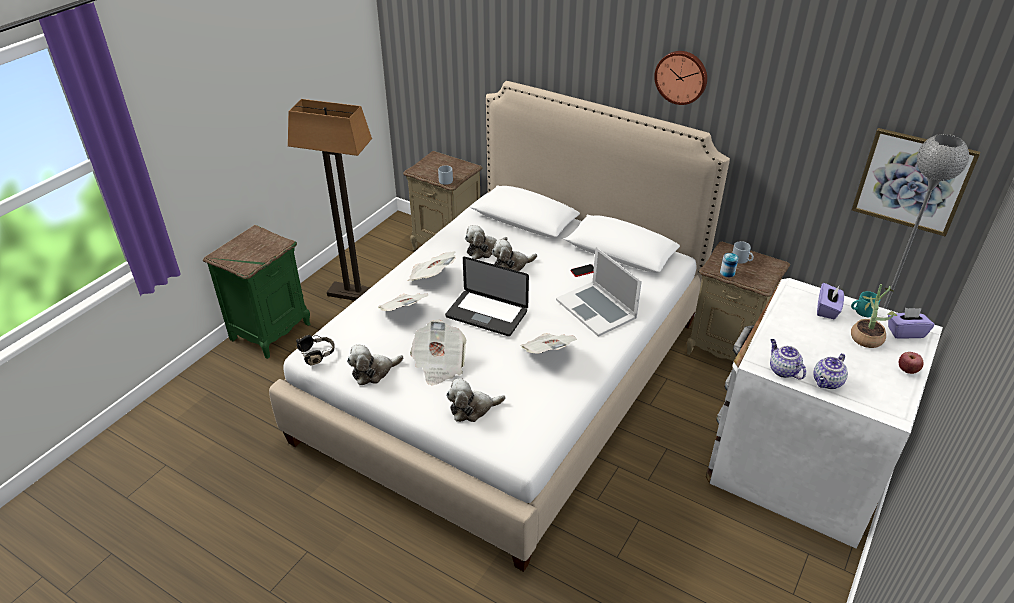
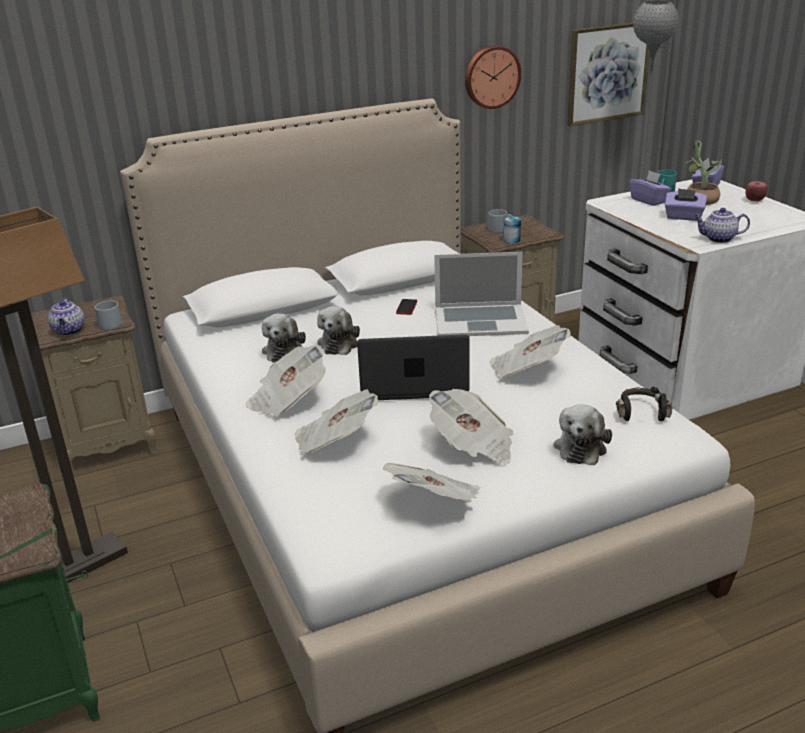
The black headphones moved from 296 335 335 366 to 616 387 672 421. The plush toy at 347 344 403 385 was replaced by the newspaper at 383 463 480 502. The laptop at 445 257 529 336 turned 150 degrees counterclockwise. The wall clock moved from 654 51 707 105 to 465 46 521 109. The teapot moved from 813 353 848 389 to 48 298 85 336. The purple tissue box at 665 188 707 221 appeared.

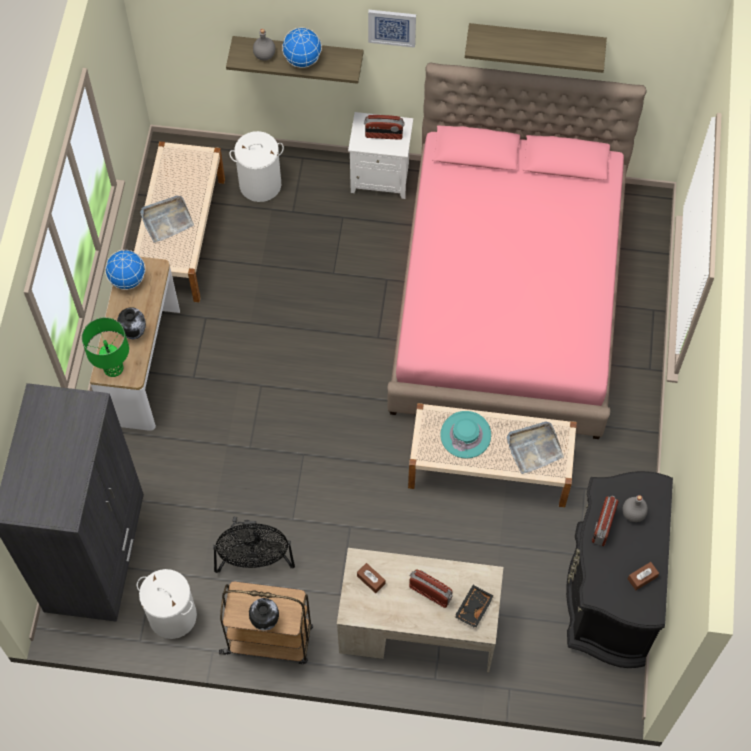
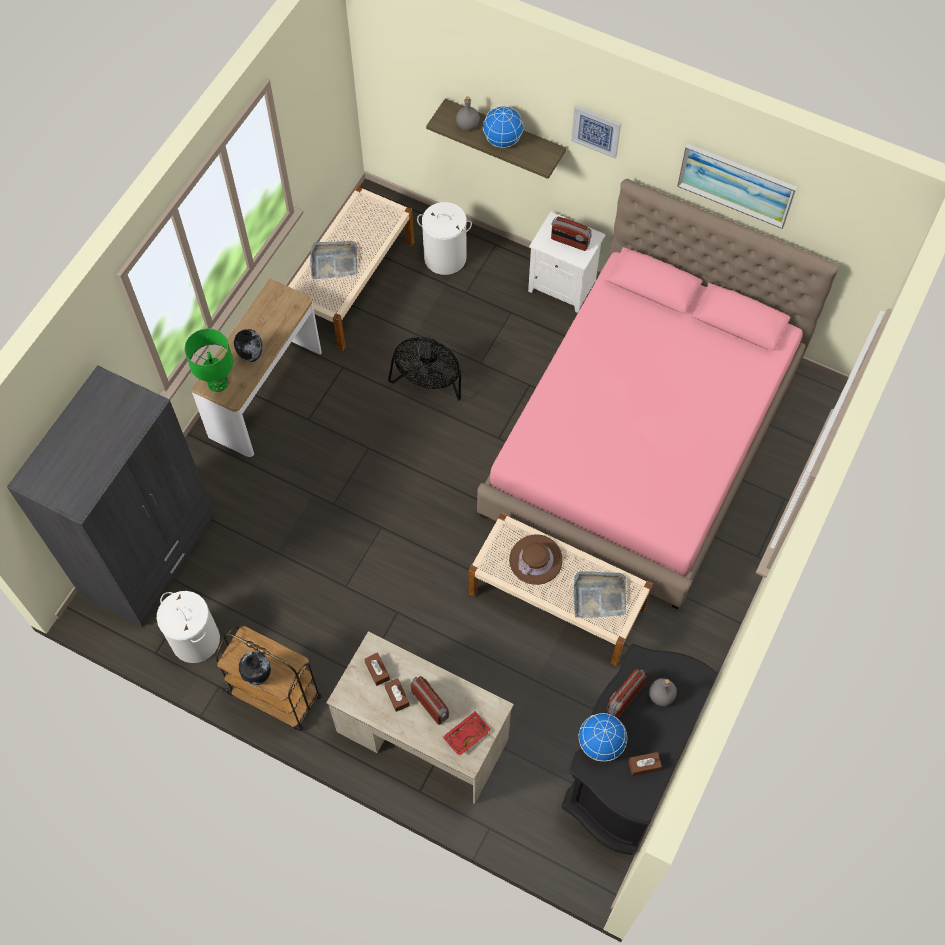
The globe moved from 105 250 145 290 to 579 713 627 761. The black fan moved from 213 517 295 573 to 388 336 462 401. The turquoise hat at 440 411 491 458 became the brown hat at 509 534 563 585. The black tray at 454 585 494 628 became the red tray at 443 711 492 756. The shelf at 465 23 607 73 was replaced by the picture at 677 143 797 229. The brown tissue box at 385 678 409 712 appeared.

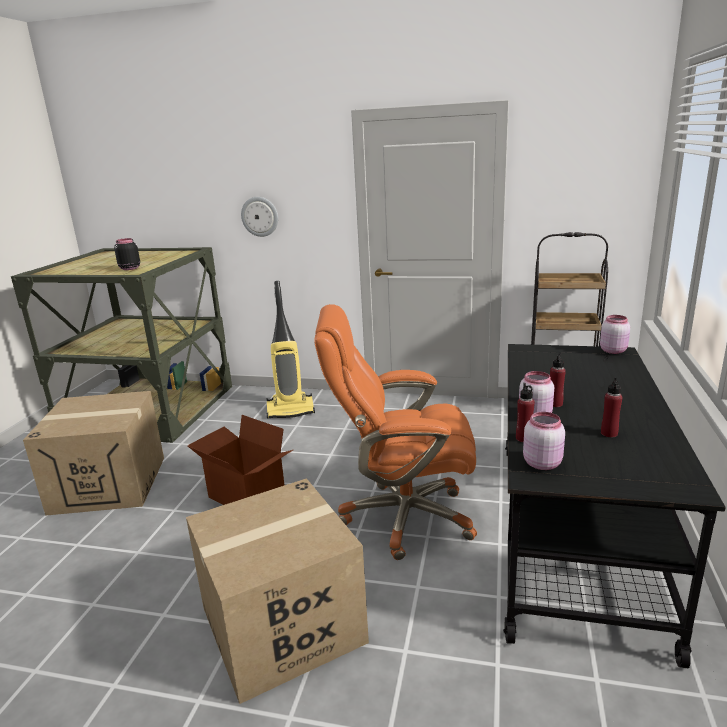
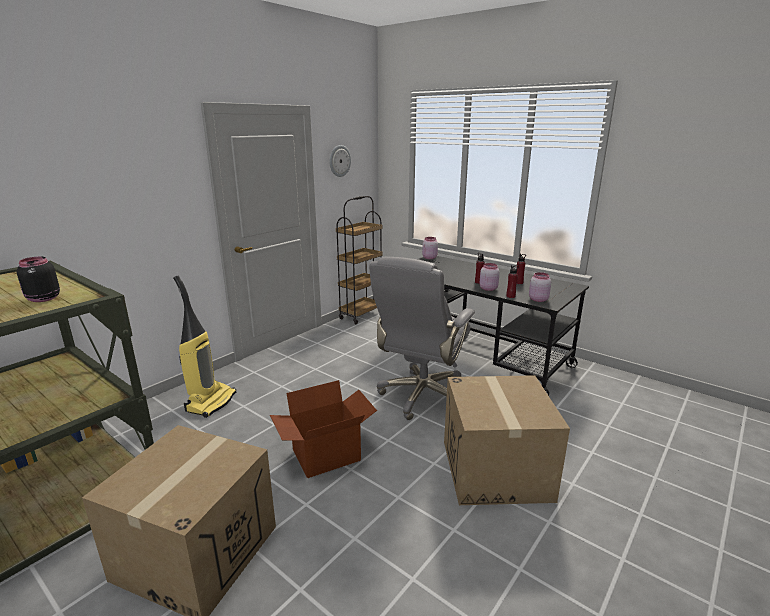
The wall clock moved from 241 197 278 237 to 329 145 351 177. The orange office chair at 314 304 477 560 became the grey office chair at 369 257 475 420.

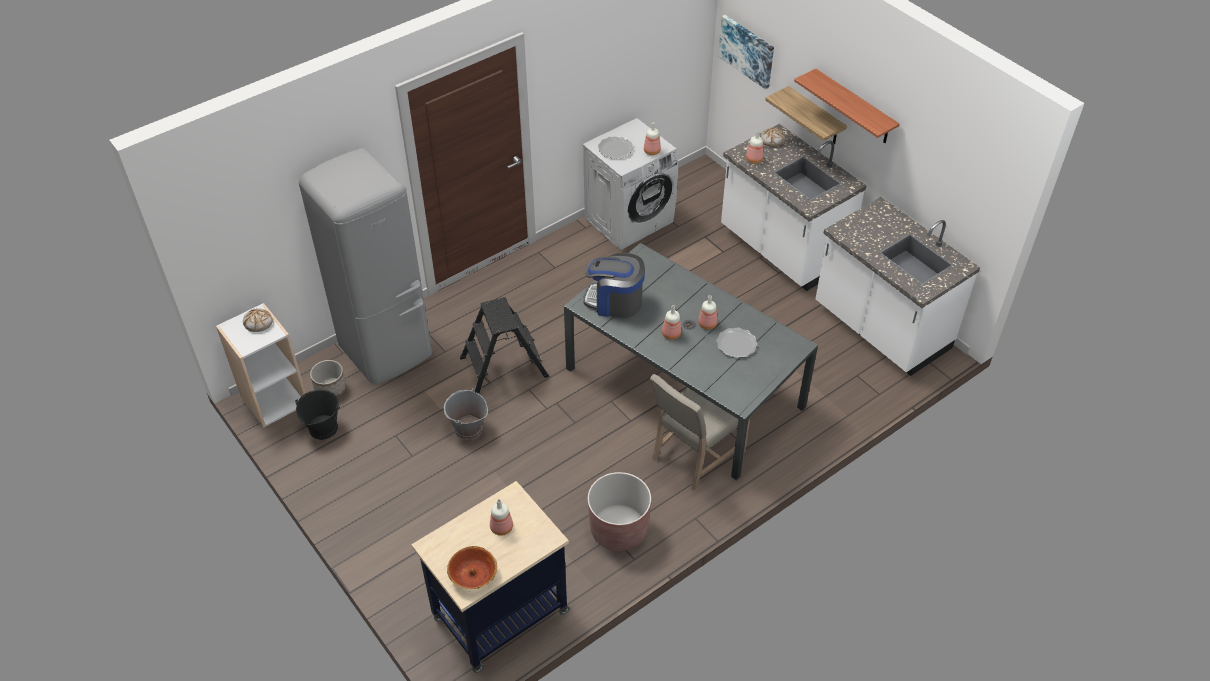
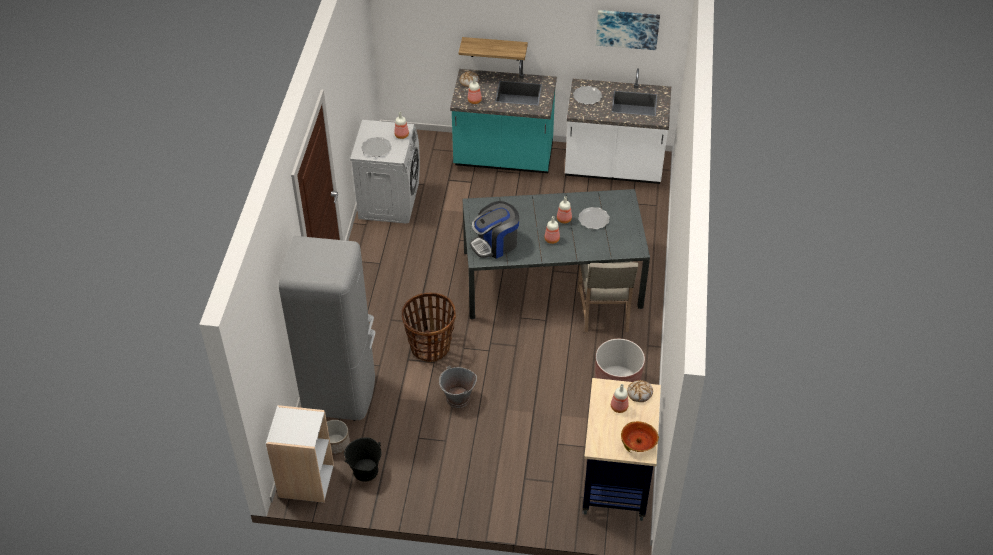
The bread moved from 243 308 273 332 to 627 380 653 402. The black step ladder at 460 297 549 394 was replaced by the basket at 402 293 456 362. The picture moved from 718 15 774 90 to 596 10 660 50. The white counter at 721 124 866 291 became the turquoise counter at 450 60 557 173. The shelf at 794 68 900 143 disappeared. The plate at 573 86 602 105 appeared.

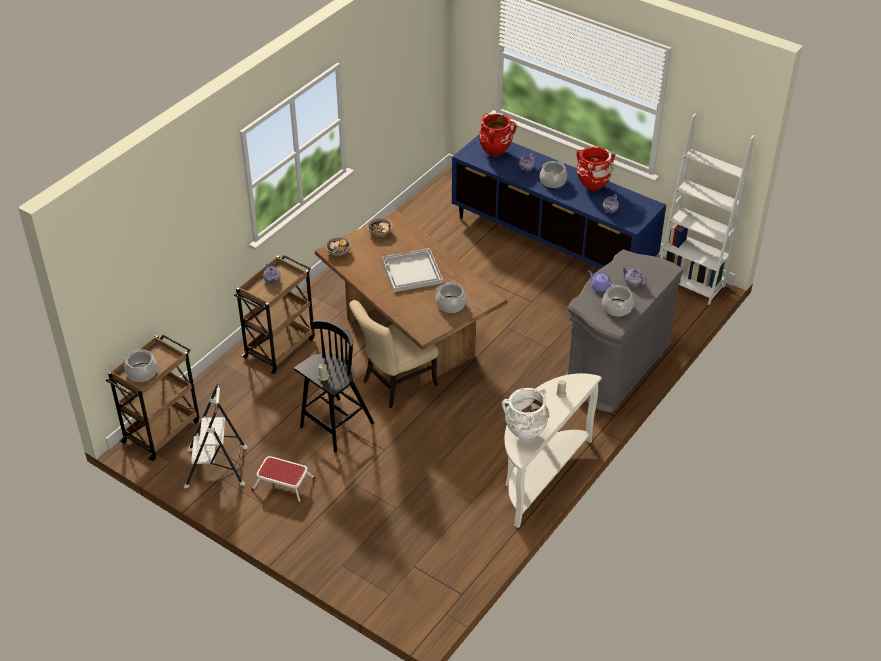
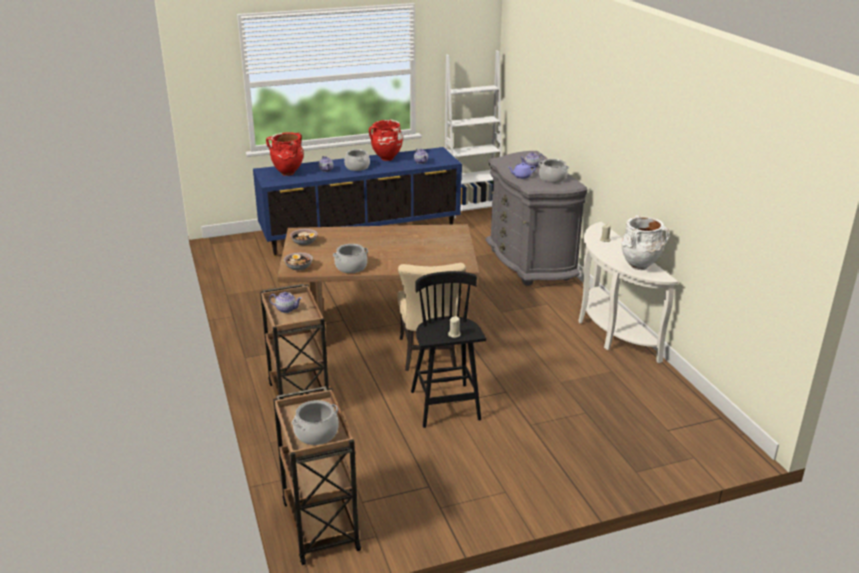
The white step ladder at 184 384 247 488 disappeared. The red step ladder at 251 456 316 505 disappeared. The white tray at 382 248 443 292 disappeared. The cooking pot moved from 436 282 466 313 to 333 244 368 273.

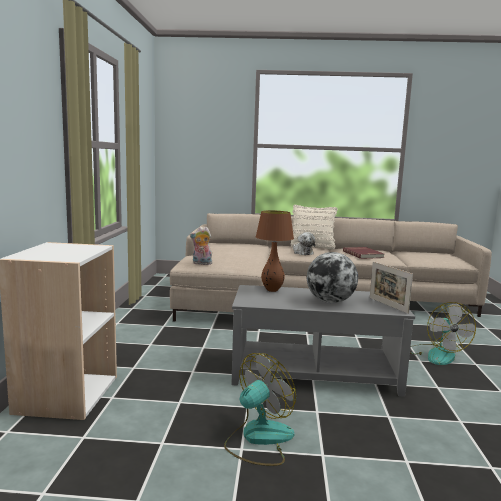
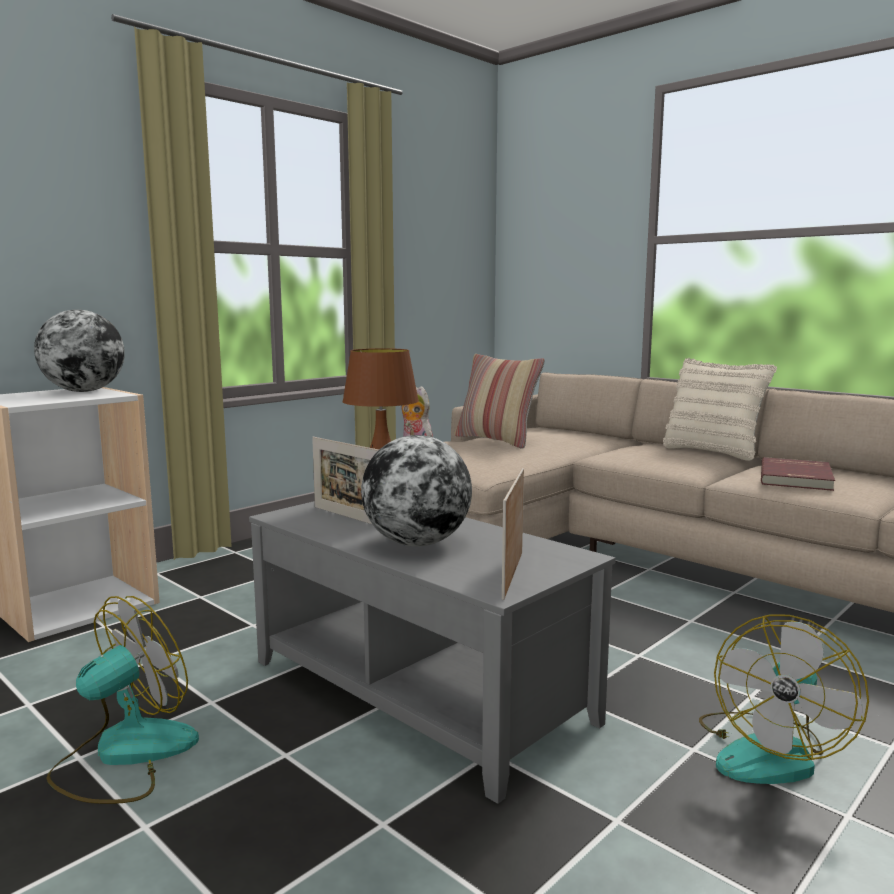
The fan at 224 353 296 466 turned 45 degrees counterclockwise. The plush toy at 293 232 315 255 disappeared. The globe at 34 309 125 392 appeared. The picture frame at 312 437 379 524 appeared. The pillow at 454 354 545 449 appeared.

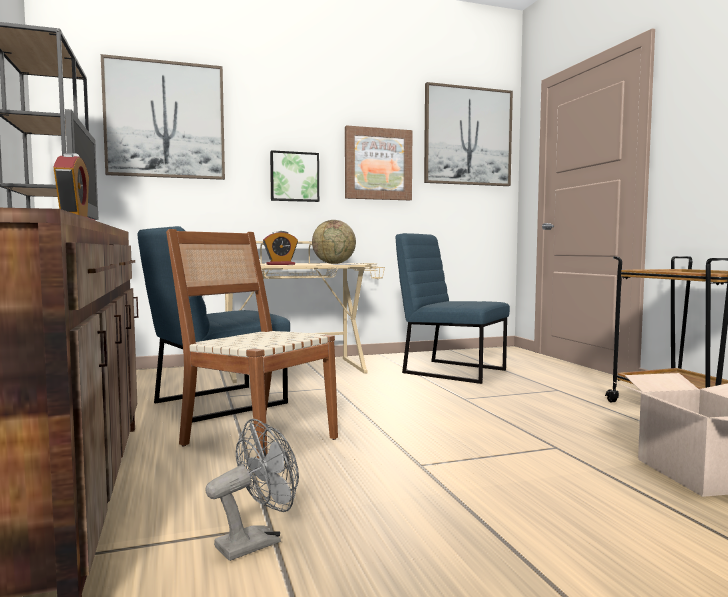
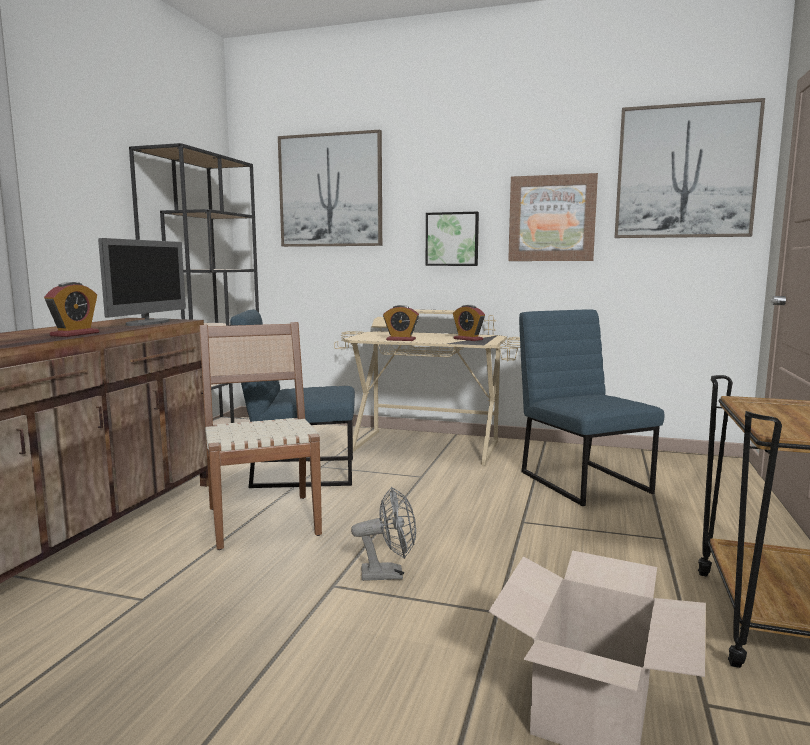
The grey fan moved from 205 419 299 561 to 351 487 416 581. The globe at 312 220 356 264 was replaced by the alarm clock at 453 305 485 341.

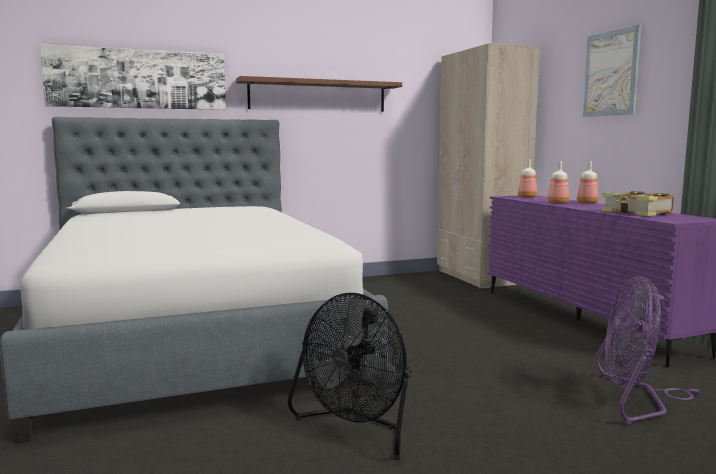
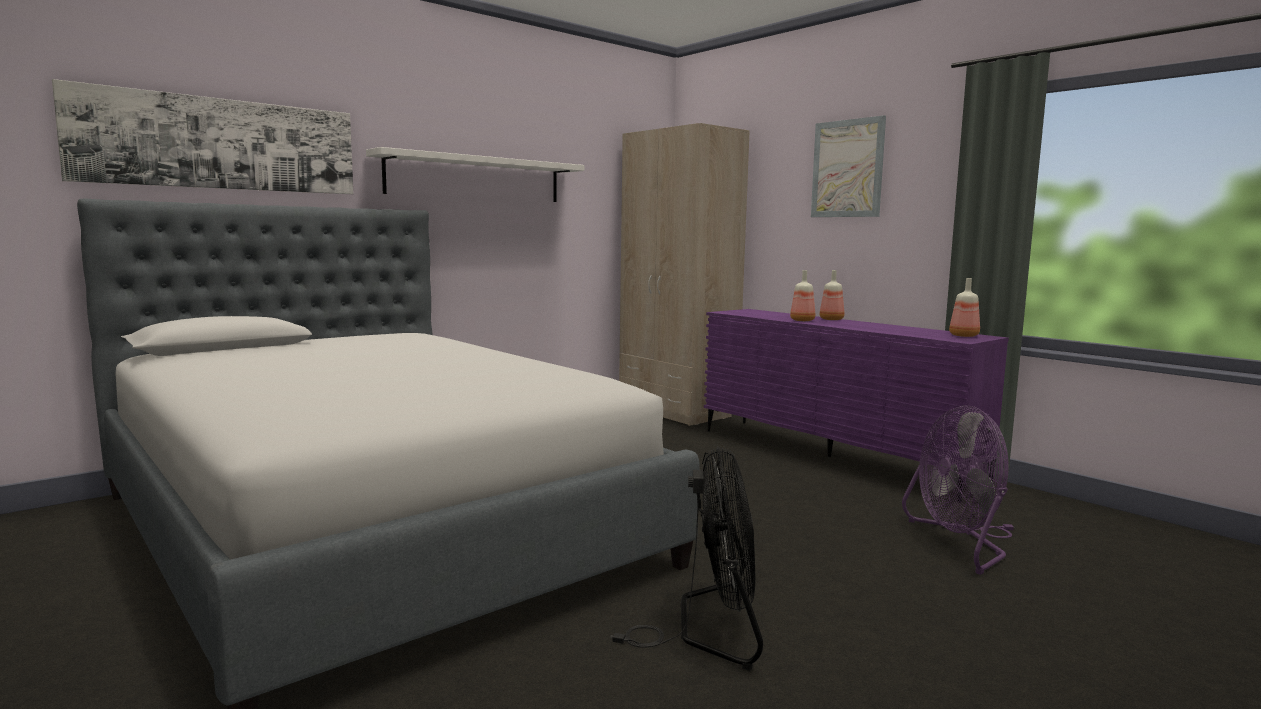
The brown shelf at 236 76 402 112 became the white shelf at 366 147 584 202. The black fan at 288 293 412 460 turned 105 degrees counterclockwise. The bottle moved from 518 159 537 198 to 949 278 980 337. The book at 602 191 674 216 disappeared.

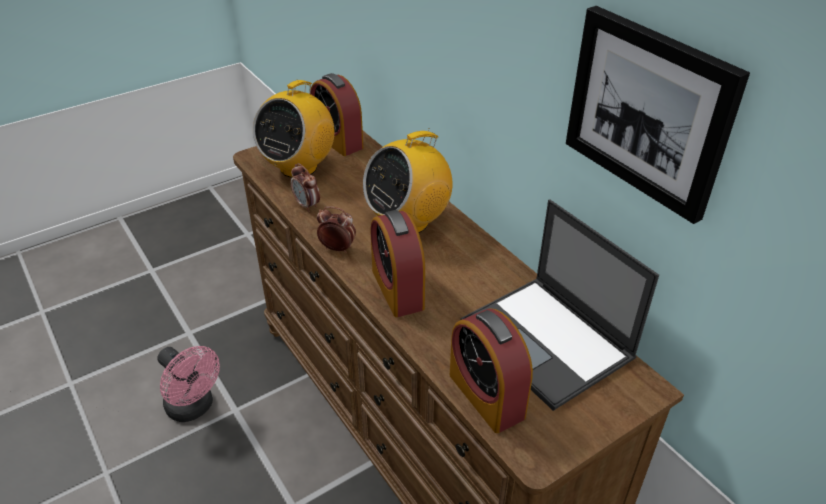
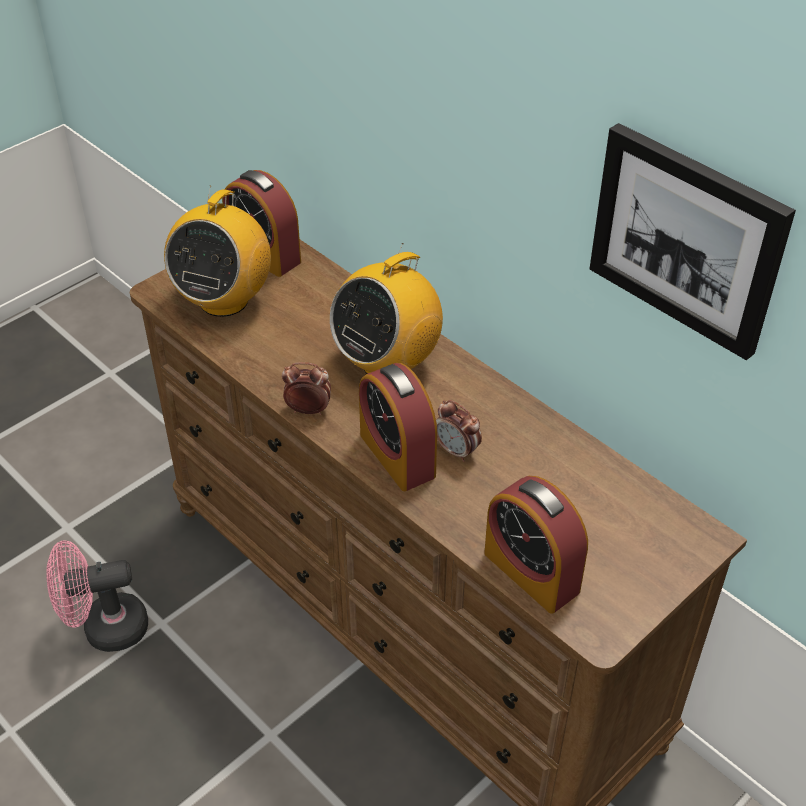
The pink fan at 157 346 220 422 turned 135 degrees clockwise. The alarm clock moved from 291 163 320 212 to 436 400 482 462. The laptop at 461 199 659 411 disappeared.

